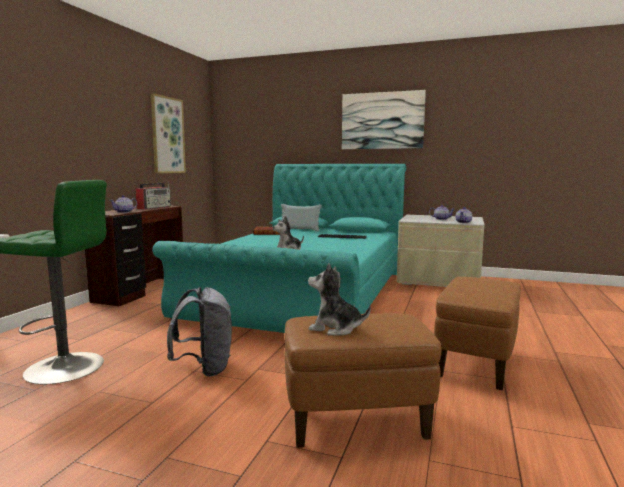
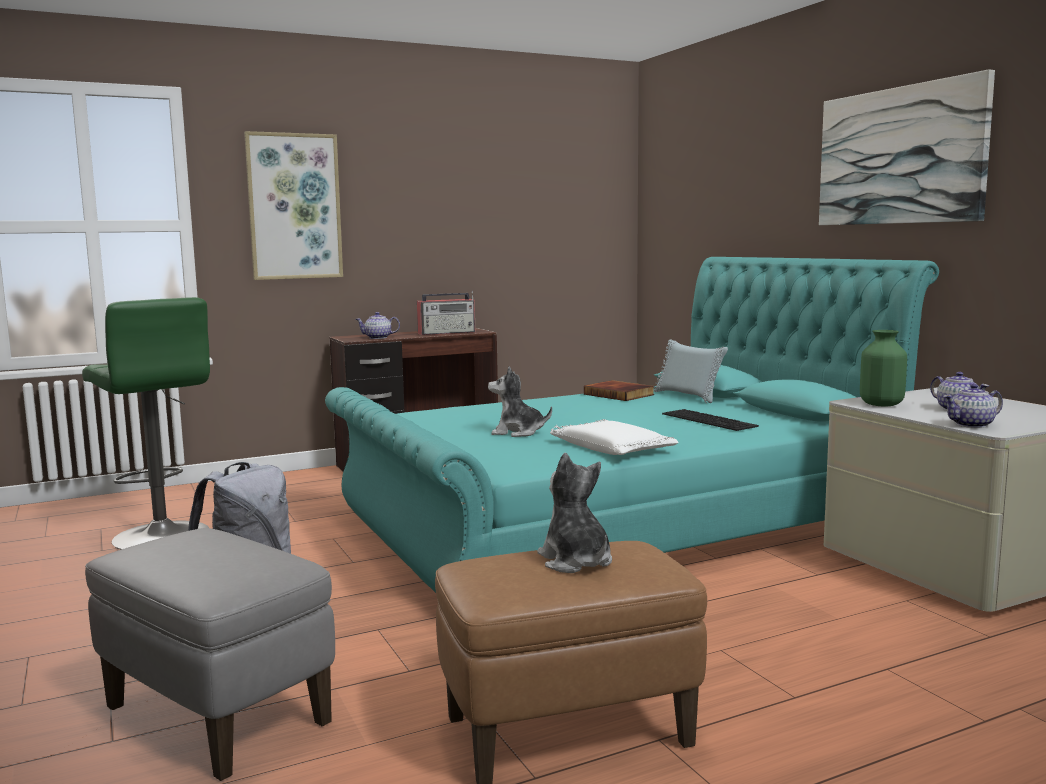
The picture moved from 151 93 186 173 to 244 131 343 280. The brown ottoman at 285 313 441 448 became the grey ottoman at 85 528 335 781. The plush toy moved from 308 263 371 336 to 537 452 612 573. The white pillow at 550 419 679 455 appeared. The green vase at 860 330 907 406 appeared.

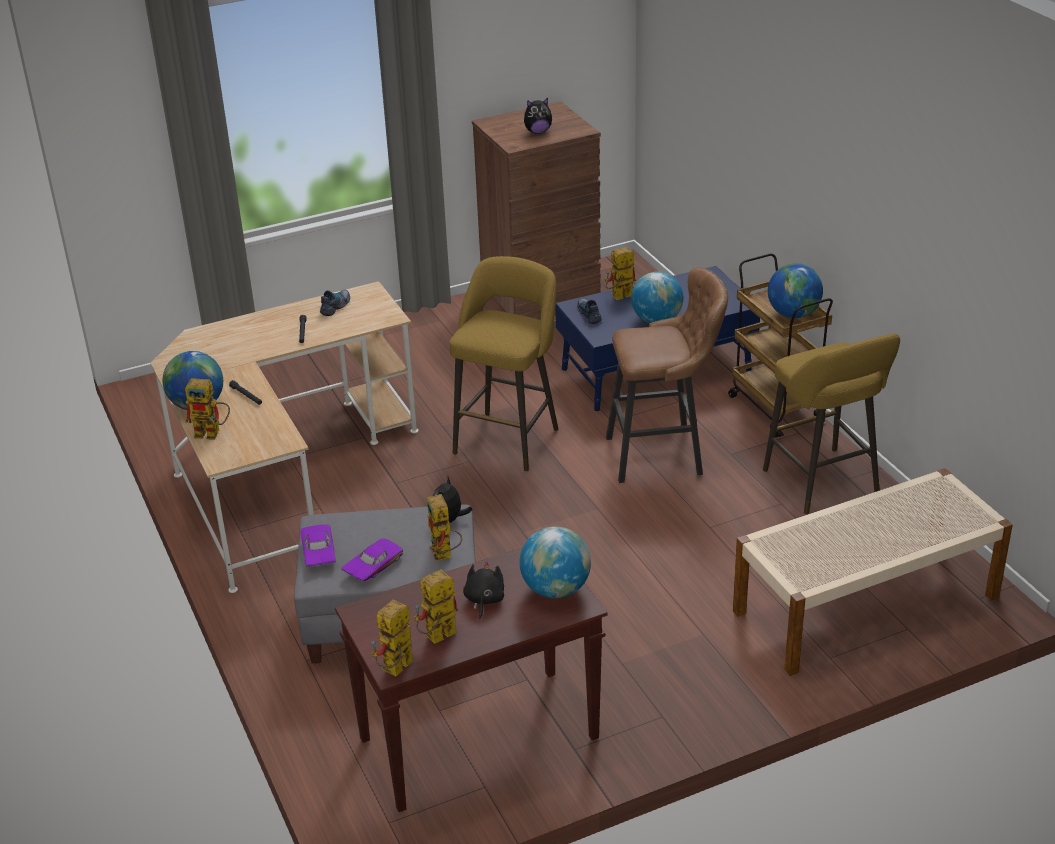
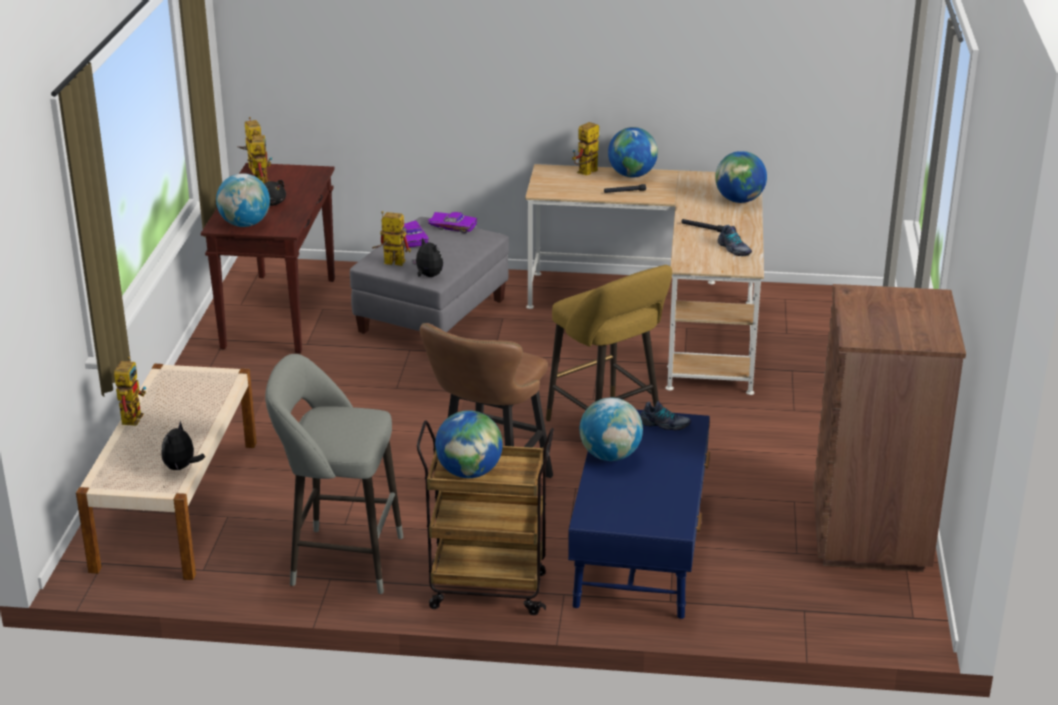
The plush toy moved from 524 98 552 134 to 162 421 205 470. The toy robot moved from 605 247 636 300 to 114 356 146 426. The yellow stool at 763 333 900 514 became the grey stool at 265 354 403 594. The globe at 715 151 767 203 appeared.

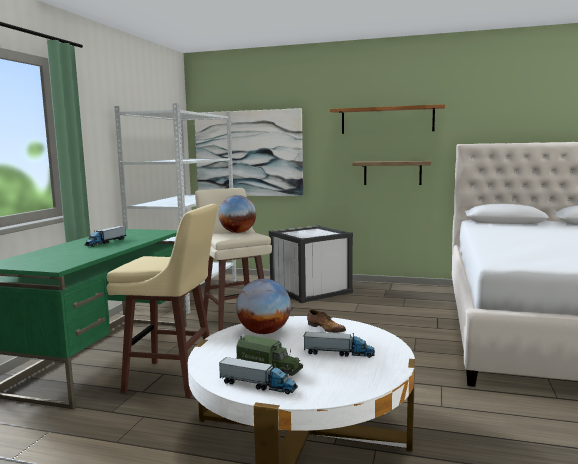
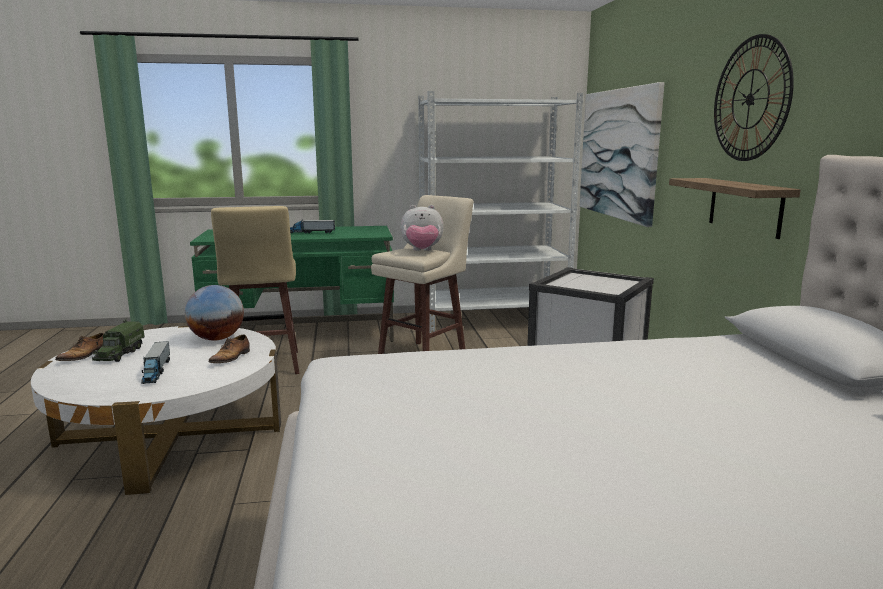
The globe at 218 195 256 233 was replaced by the plush toy at 401 205 443 251. The toy truck at 219 357 298 394 was replaced by the shoe at 55 333 104 361. The shelf at 330 104 445 134 was replaced by the wall clock at 714 34 794 161.

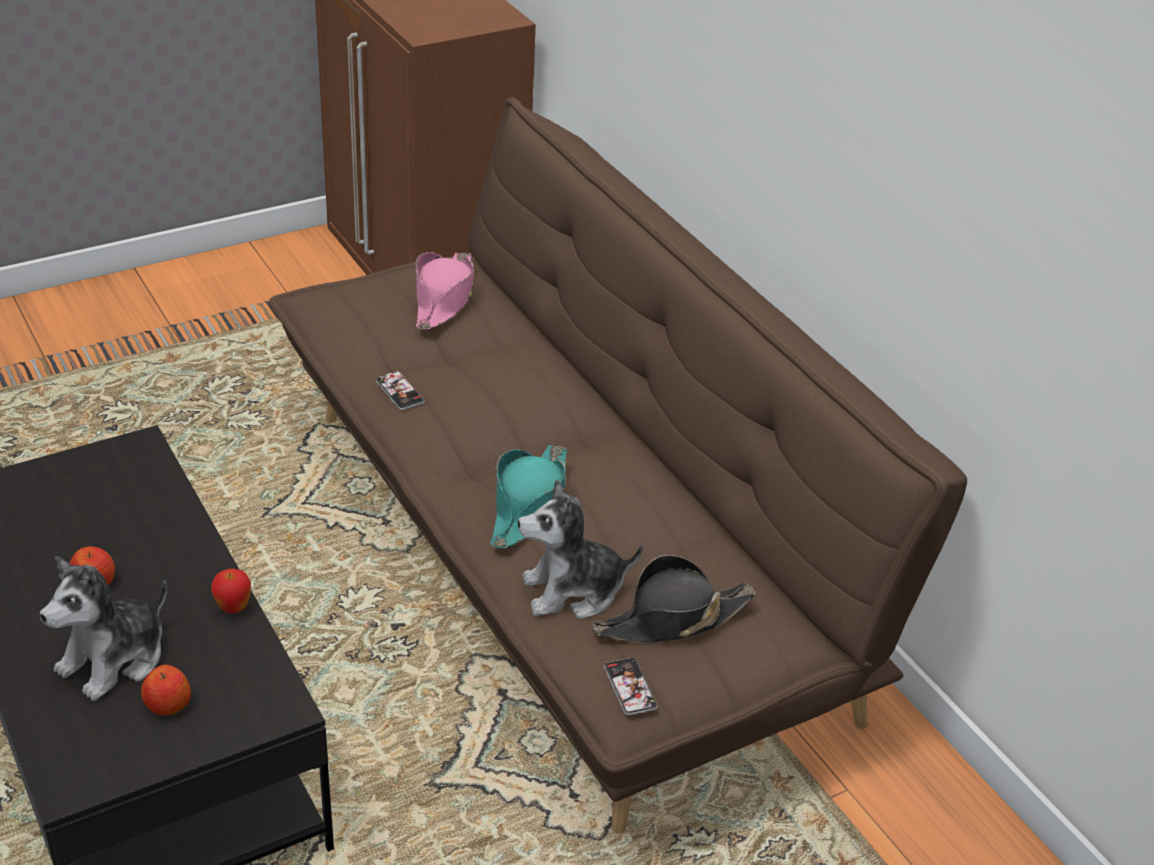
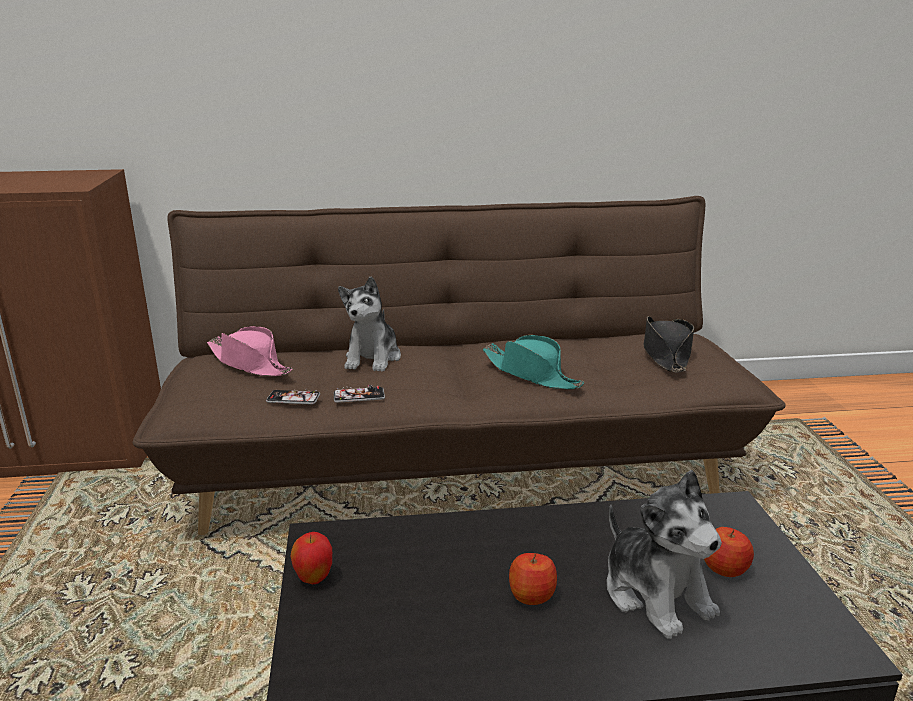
The apple moved from 211 569 251 614 to 291 532 332 584. The plush toy moved from 518 479 643 619 to 338 276 401 371. The phone moved from 604 658 657 715 to 266 389 320 405.

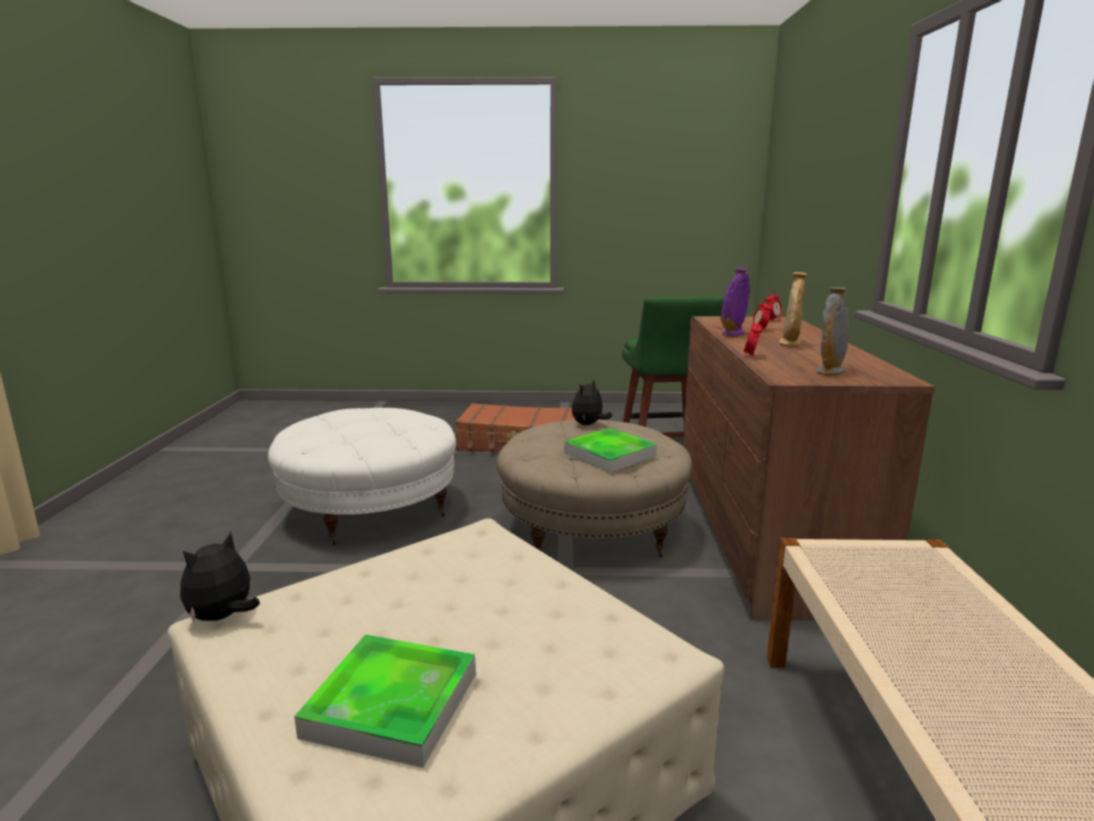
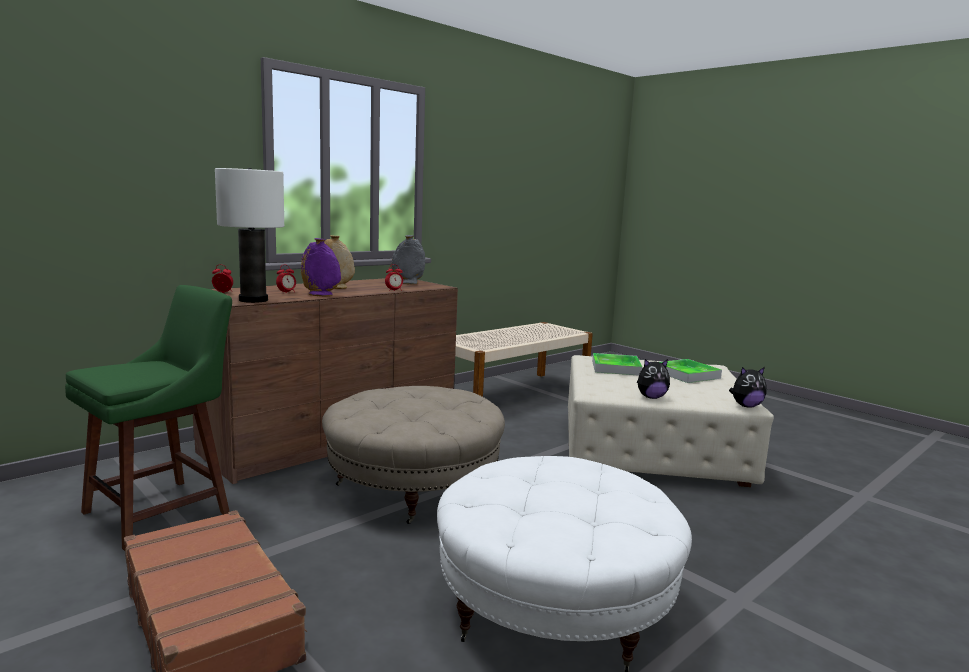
The tray moved from 564 428 657 472 to 592 353 643 376. The plush toy moved from 572 379 612 425 to 637 359 670 399. The white table lamp at 215 168 284 303 appeared.

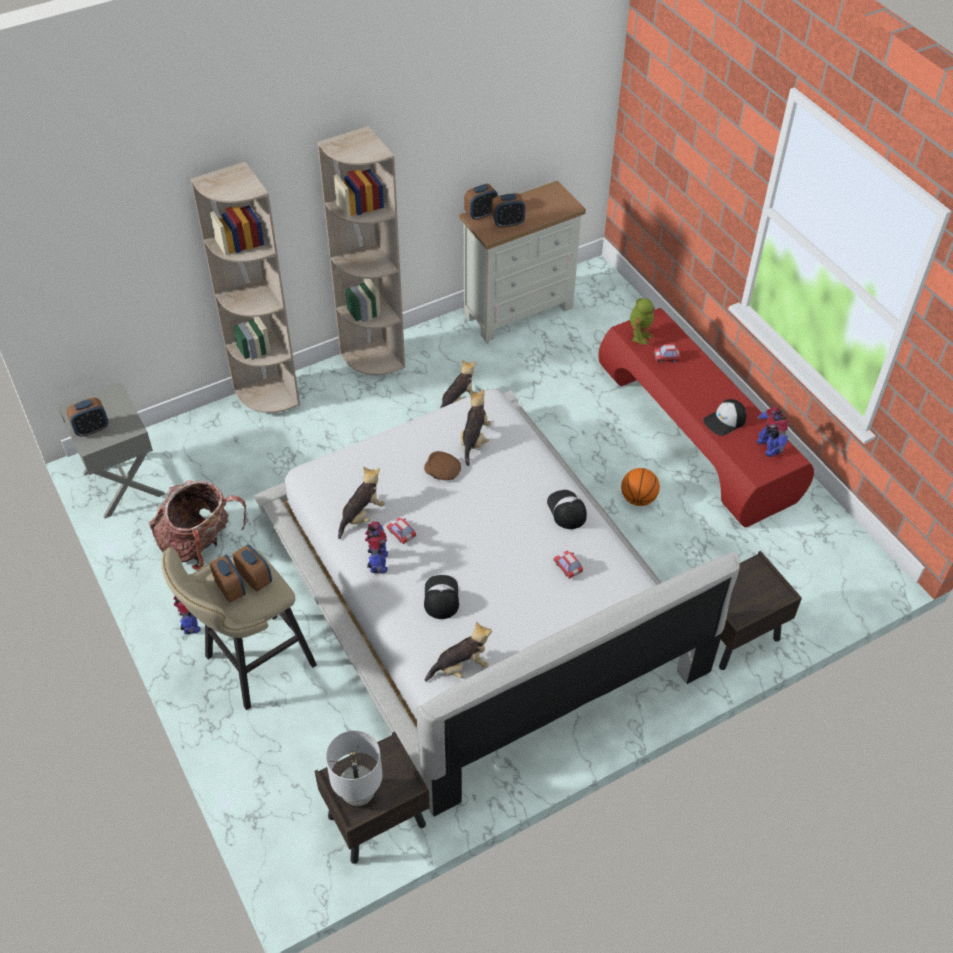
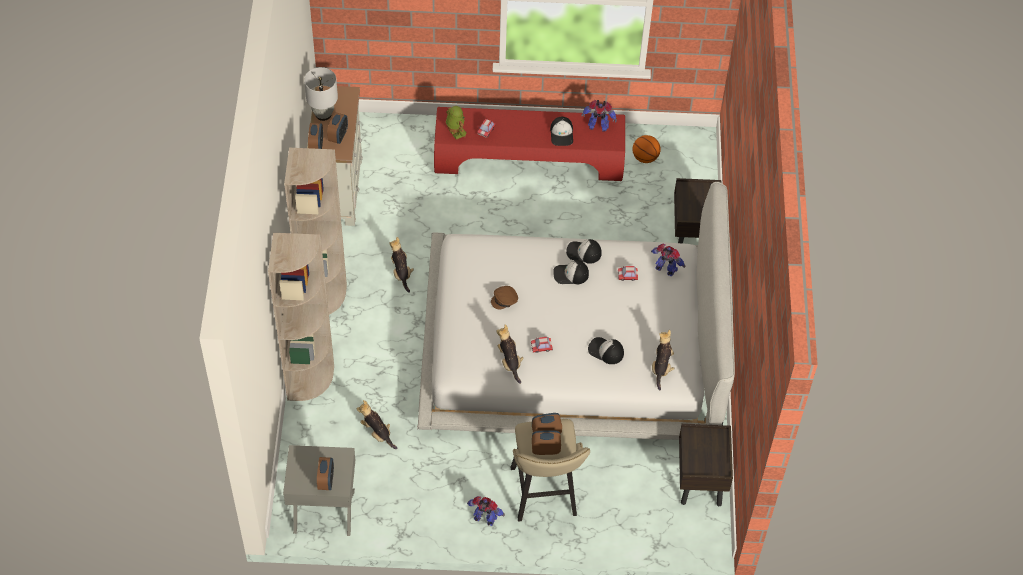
The backpack at 149 480 246 571 disappeared. The white table lamp moved from 326 730 383 808 to 304 67 338 121. The toy robot moved from 365 522 388 574 to 651 244 685 276. The plush toy moved from 460 389 491 466 to 357 400 397 449. The basketball moved from 621 468 660 506 to 633 135 661 163. The cap at 553 260 589 284 appeared.

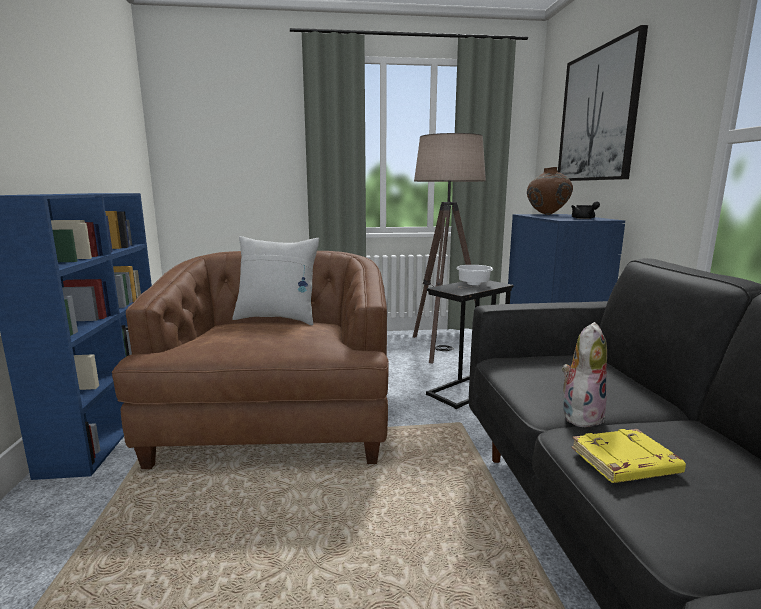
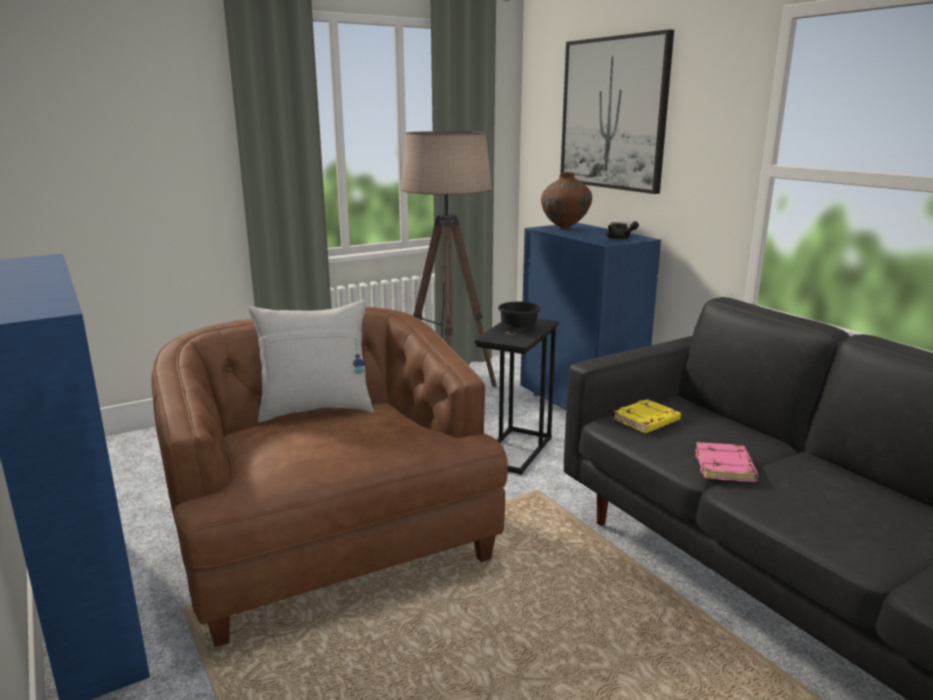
The white bowl at 456 265 493 285 became the black bowl at 498 302 541 328. The plush toy at 562 322 607 427 was replaced by the pink book at 695 442 758 482. The yellow book moved from 571 429 686 483 to 613 399 681 433.

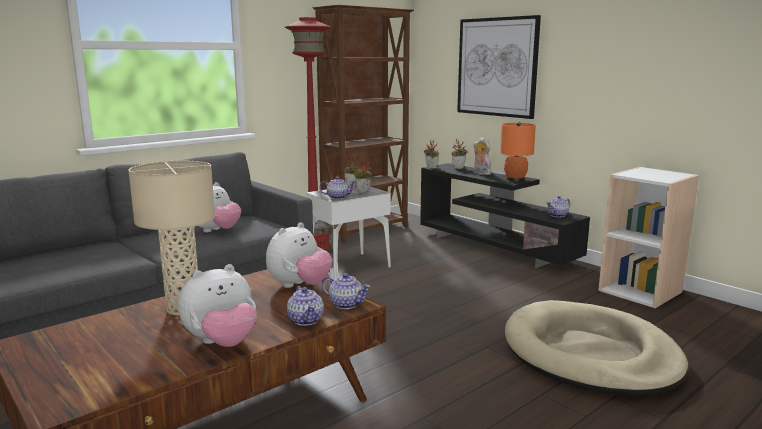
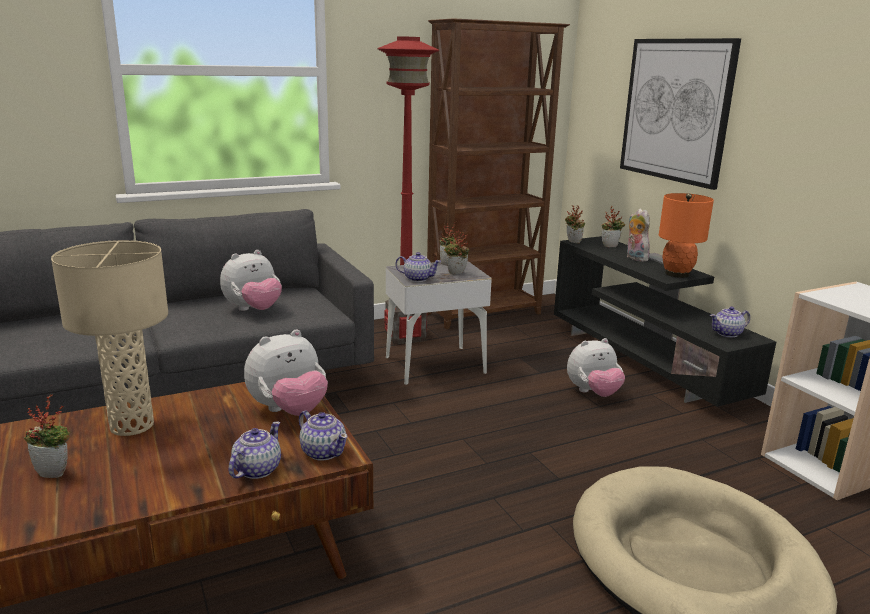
The plush toy moved from 178 264 257 347 to 567 338 625 397. The teapot at 287 286 324 326 turned 150 degrees counterclockwise. The potted plant at 24 394 70 478 appeared.

